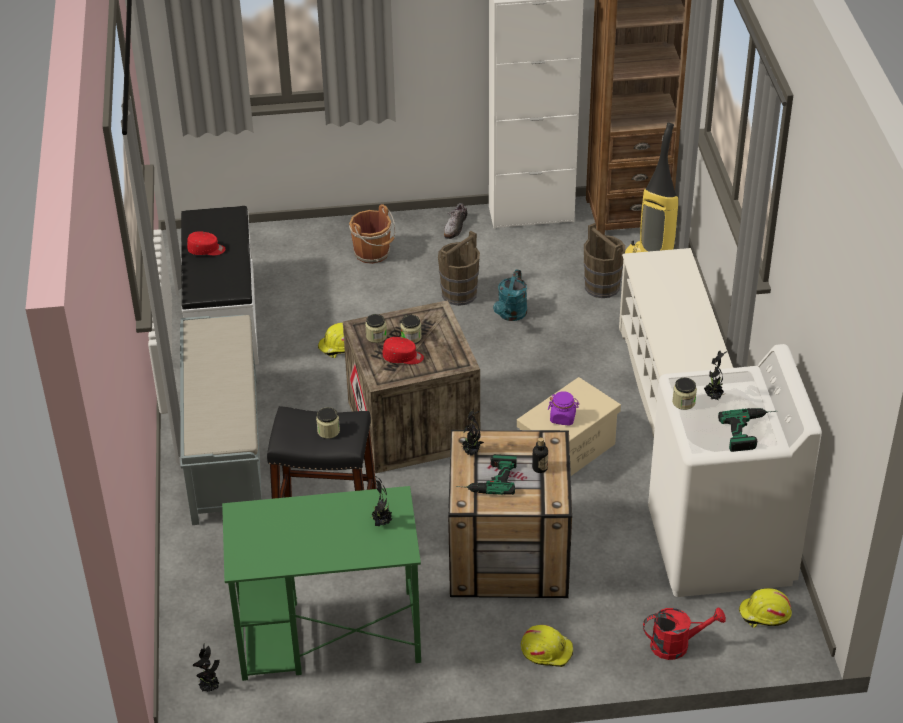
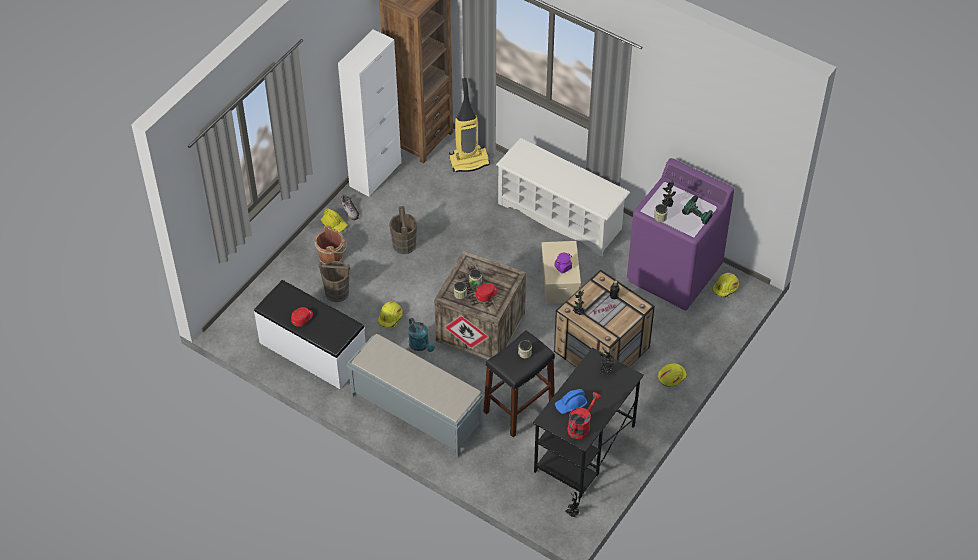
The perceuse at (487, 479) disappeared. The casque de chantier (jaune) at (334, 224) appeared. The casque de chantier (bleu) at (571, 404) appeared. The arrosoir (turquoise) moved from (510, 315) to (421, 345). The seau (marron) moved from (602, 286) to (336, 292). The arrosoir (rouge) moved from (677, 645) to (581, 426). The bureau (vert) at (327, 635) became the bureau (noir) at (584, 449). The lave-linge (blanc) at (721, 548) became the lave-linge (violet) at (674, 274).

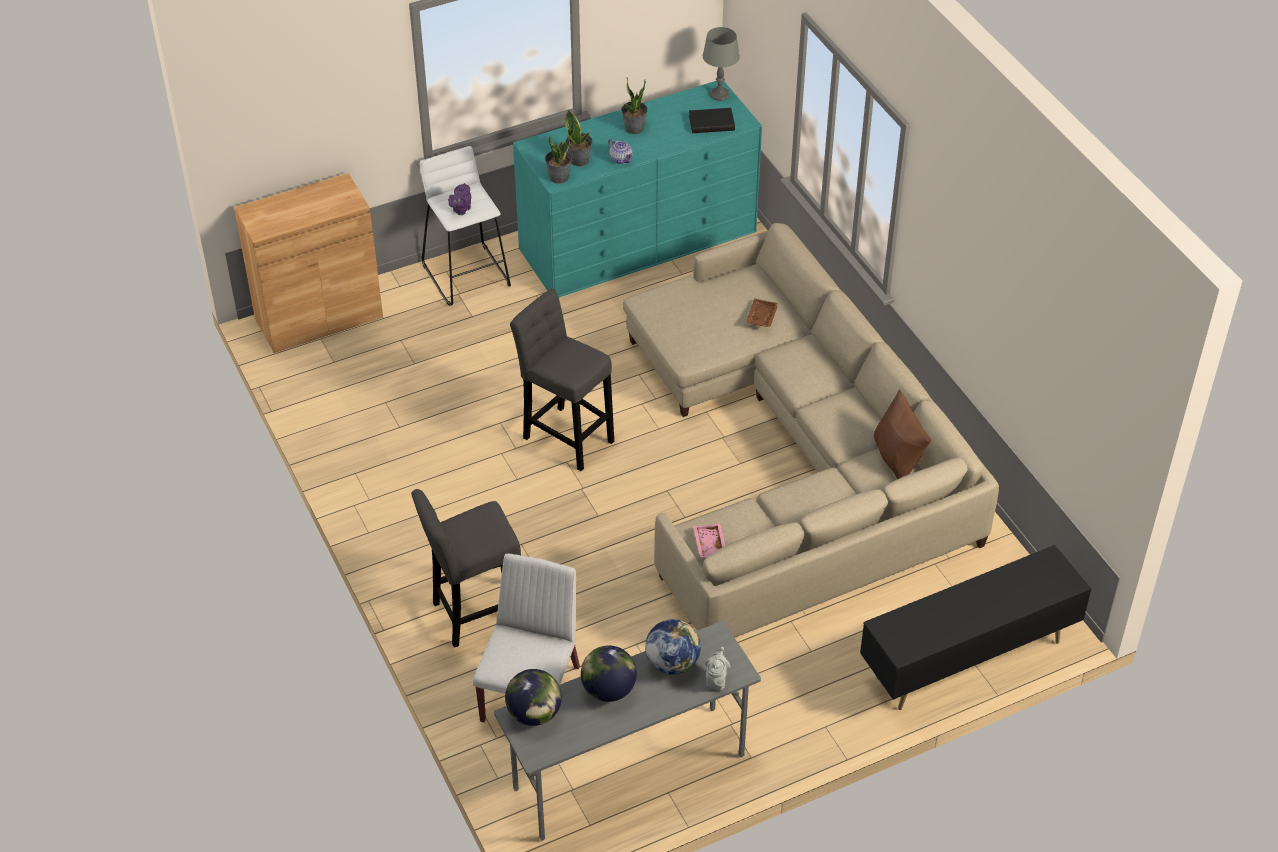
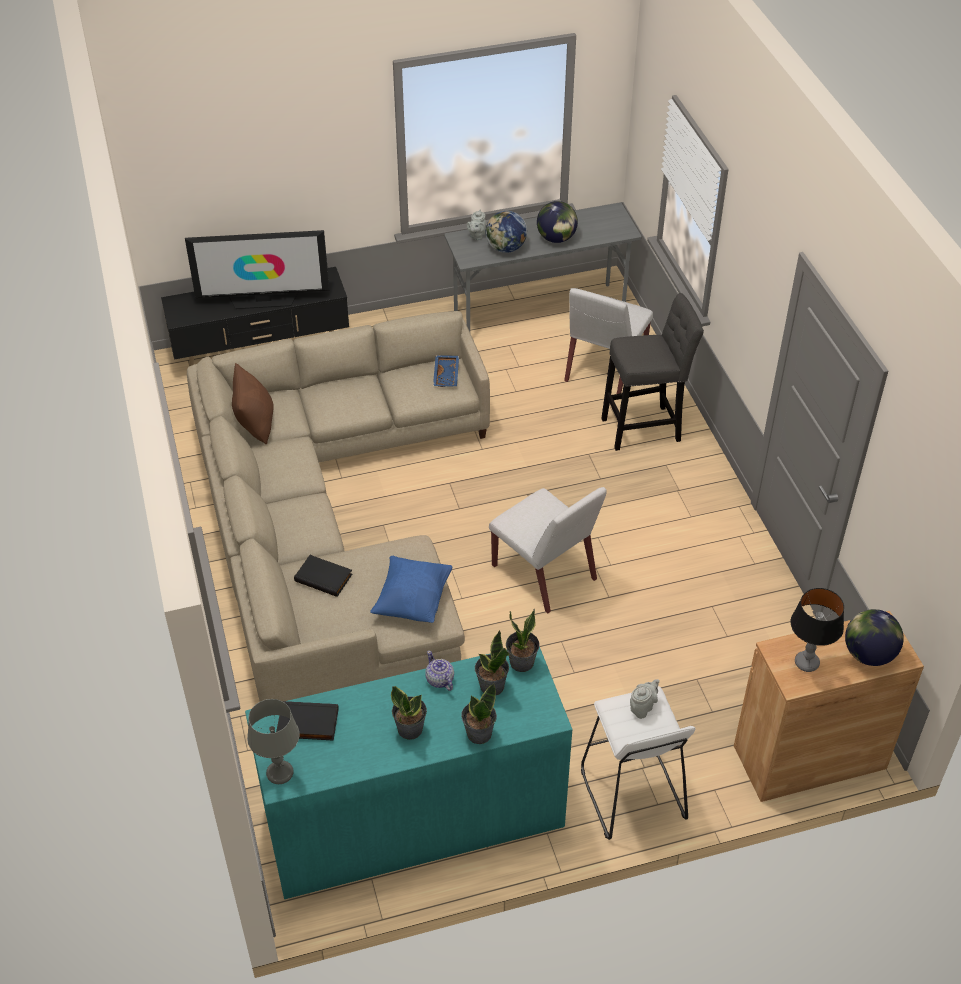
The téléviseur at (263, 300) appeared. The coussin (bleu) at (412, 600) appeared. The plante en pot at (478, 733) appeared. The lampe de table at (806, 663) appeared. The globe moved from (534, 714) to (868, 654). The tabouret (gris) at (565, 436) was replaced by the chaise (blanc) at (545, 573). The plateau (marron) at (760, 317) was replaced by the livre (noir) at (324, 577). The théière (violet) at (460, 210) became the théière (gris) at (642, 707). The plateau (rose) at (708, 545) became the plateau (bleu) at (447, 375).

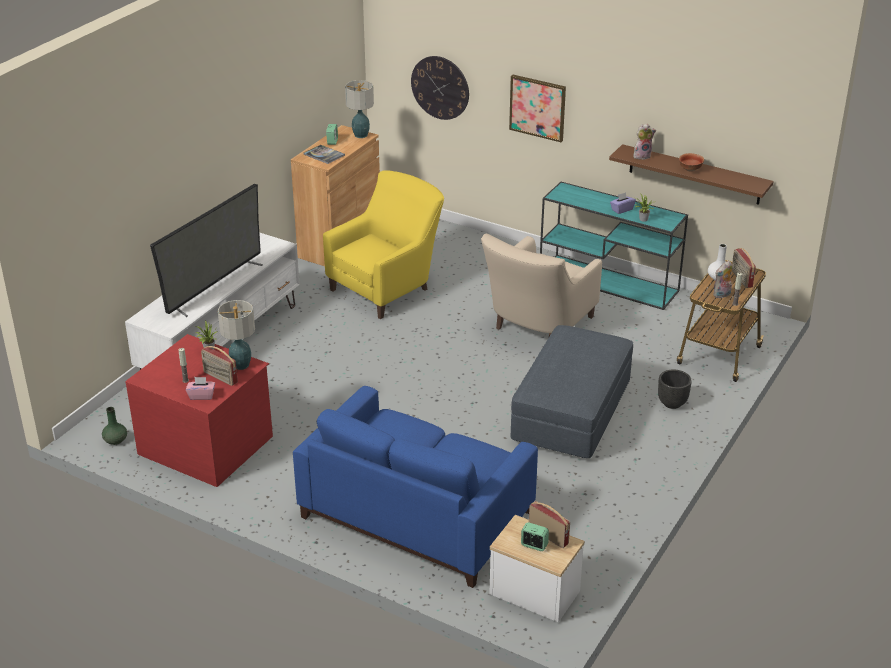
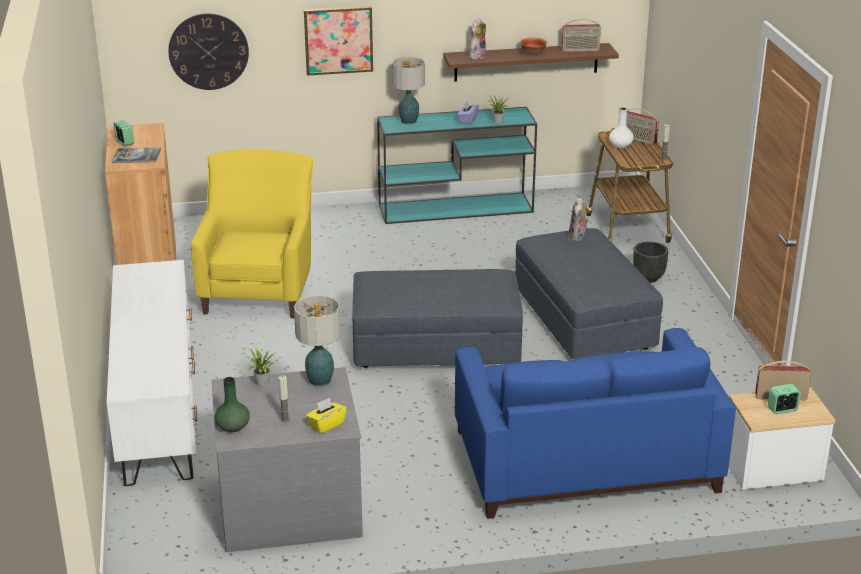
The téléviseur at (214, 286) disappeared. The fauteuil (beige) at (536, 326) disappeared. The pouf (gris) at (436, 346) appeared. The vase (vert) moved from (116, 440) to (233, 427). The radio moved from (220, 377) to (580, 50). The lampe de table moved from (360, 135) to (408, 121). The peluche moved from (722, 295) to (578, 237). The commode (rouge) at (207, 444) became the commode (gris) at (289, 504). The boîte à mouchoirs (rose) at (201, 395) became the boîte à mouchoirs (jaune) at (326, 425).

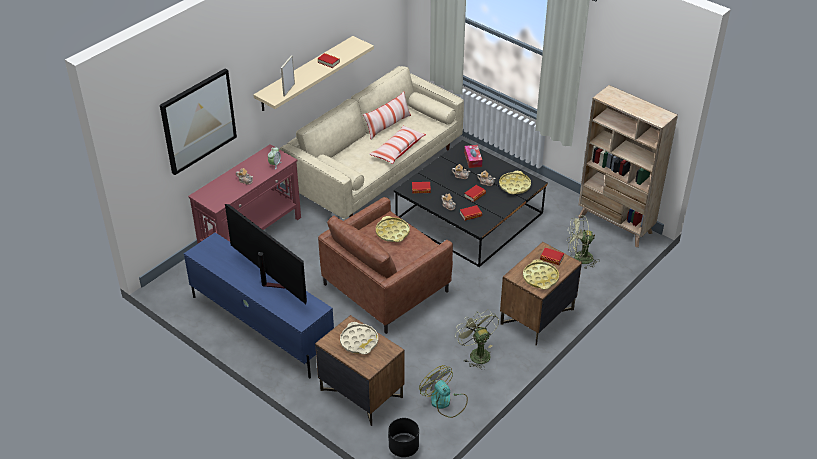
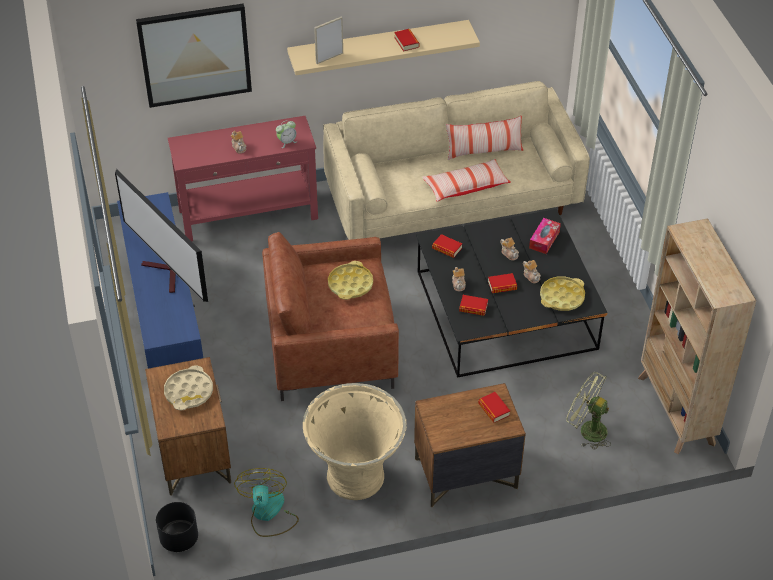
The plateau (jaune) at (540, 278) disappeared. The ventilateur (vert) at (476, 353) was replaced by the cache-pot (beige) at (355, 478). The téléviseur at (268, 280) turned 150 degrees clockwise.

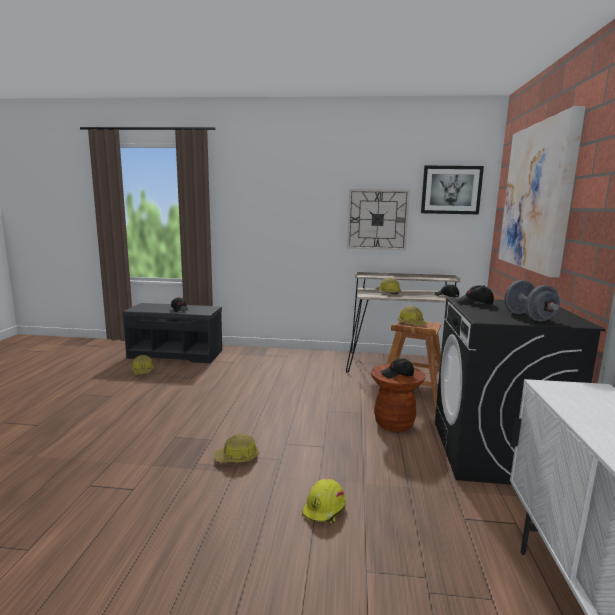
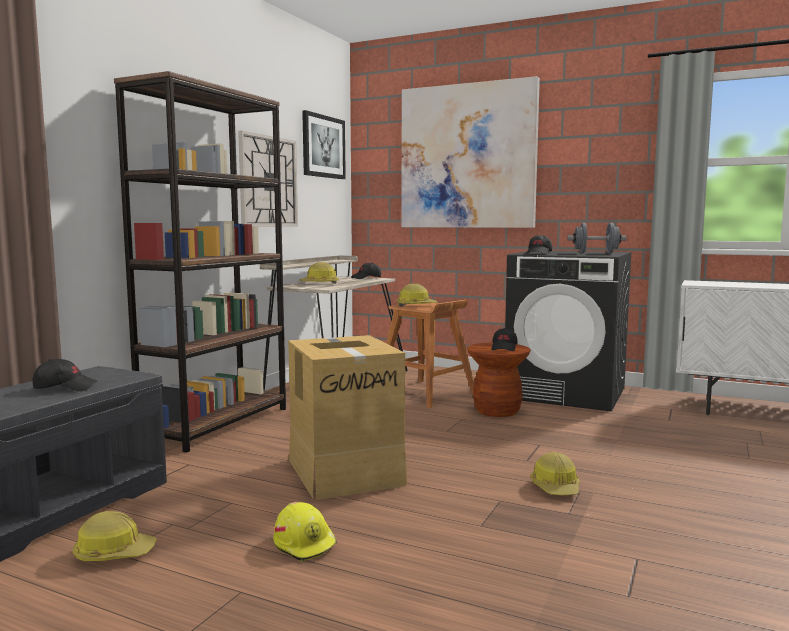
The bibliothèque (marron) at (217, 424) appeared. The carton at (346, 471) appeared. The casque de chantier (jaune) moved from (325, 509) to (305, 544).

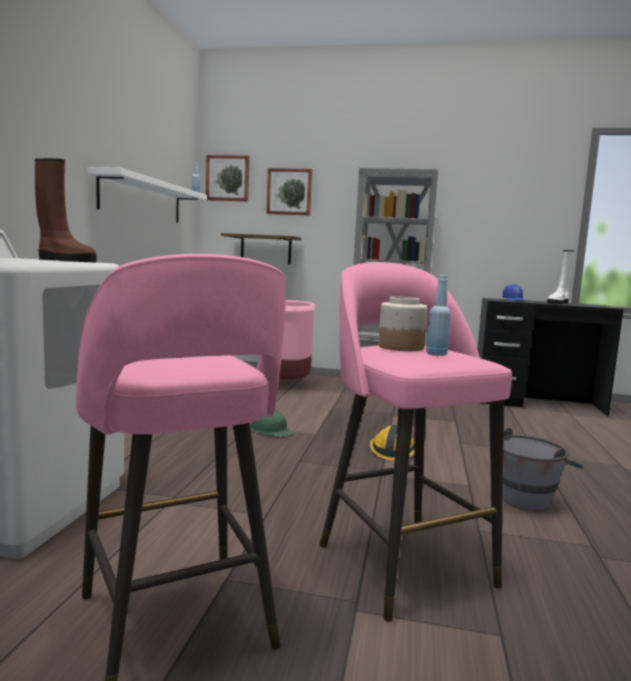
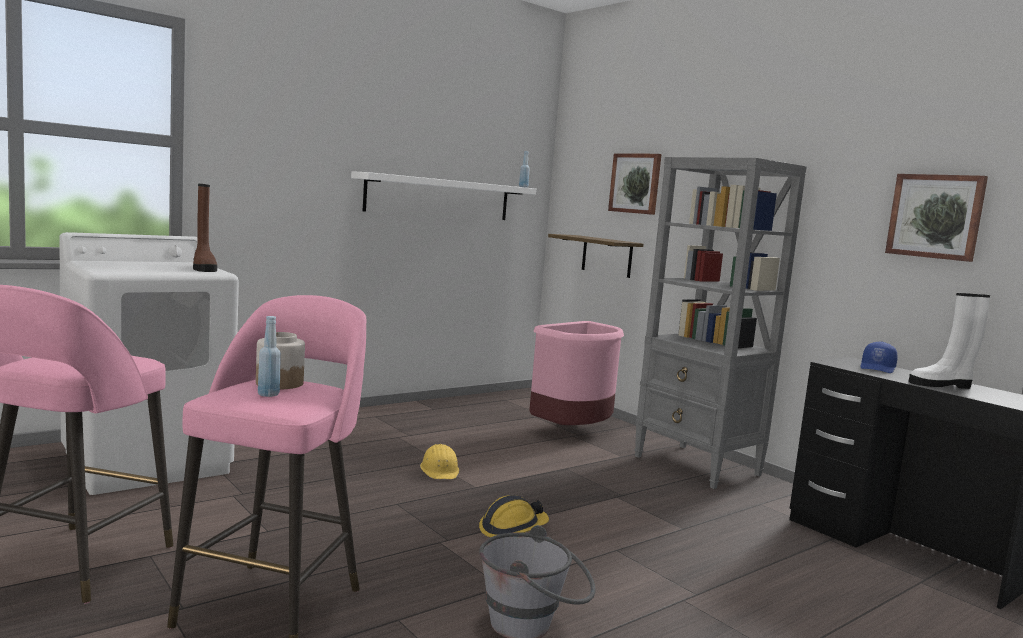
The tableau moved from (228, 178) to (935, 216). The casque de chantier (vert) at (270, 430) became the casque de chantier (jaune) at (440, 470).

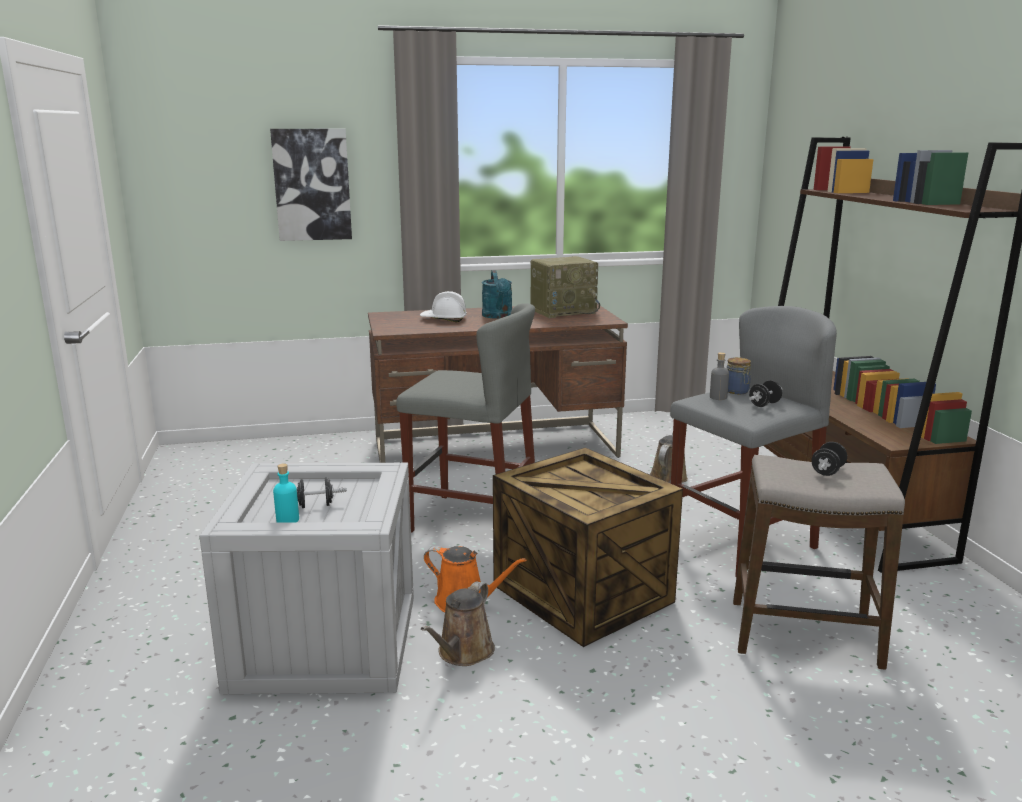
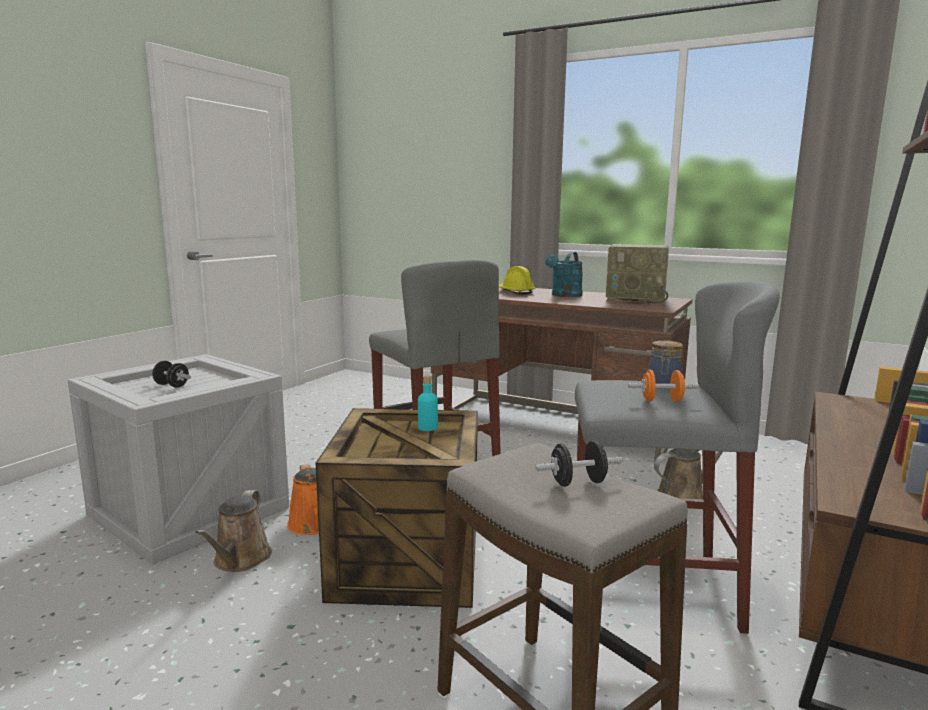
The tableau at (312, 185) disappeared. The bouteille (gris) at (718, 397) disappeared. The bouteille (turquoise) moved from (287, 520) to (427, 427). The casque de chantier (blanc) at (444, 319) became the casque de chantier (jaune) at (514, 292). The haltère (noir) at (764, 404) became the haltère (orange) at (661, 401). The arrosoir (marron) at (463, 653) turned 60 degrees counterclockwise.

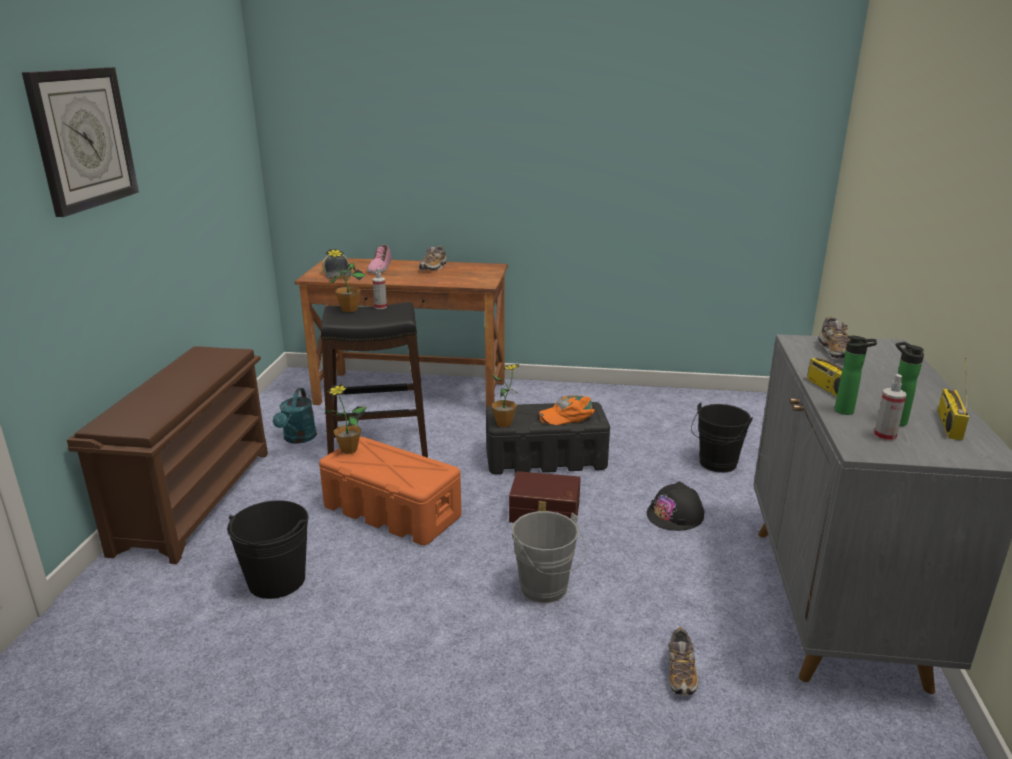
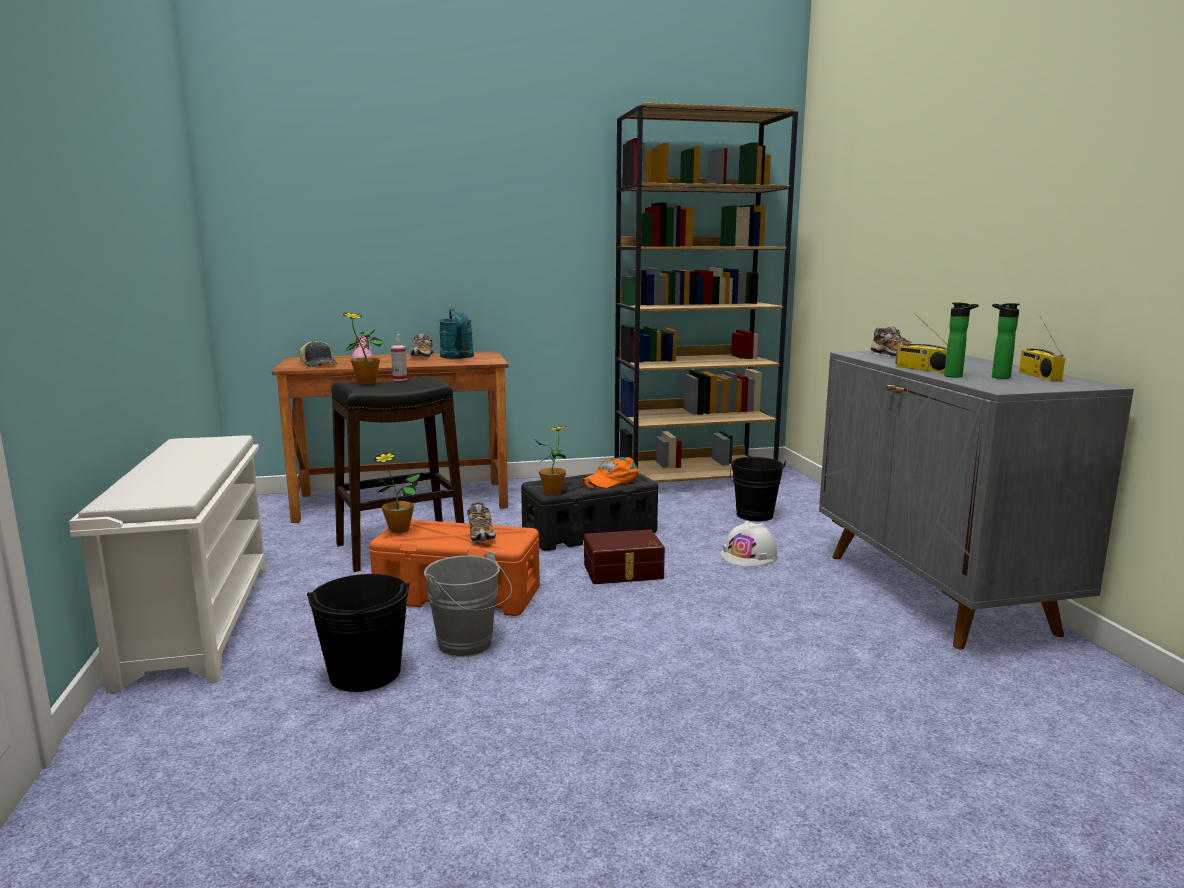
The horloge murale at (82, 139) disappeared. The vaporisateur at (884, 436) disappeared. The bibliothèque (marron) at (694, 480) appeared. The arrosoir (turquoise) moved from (298, 439) to (458, 357). The seau (gris) moved from (546, 591) to (469, 646). The chaussure moved from (681, 673) to (481, 535). The étagère à chaussures (marron) at (195, 499) became the étagère à chaussures (blanc) at (197, 620). The casque de chantier (noir) at (675, 515) became the casque de chantier (blanc) at (749, 555).

